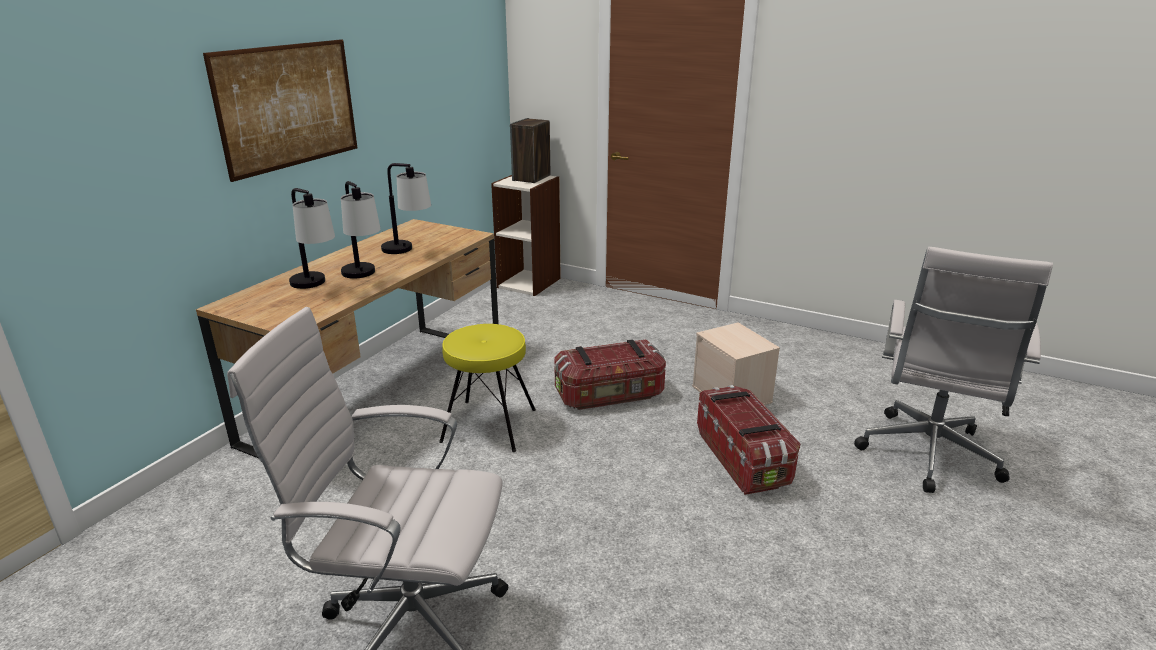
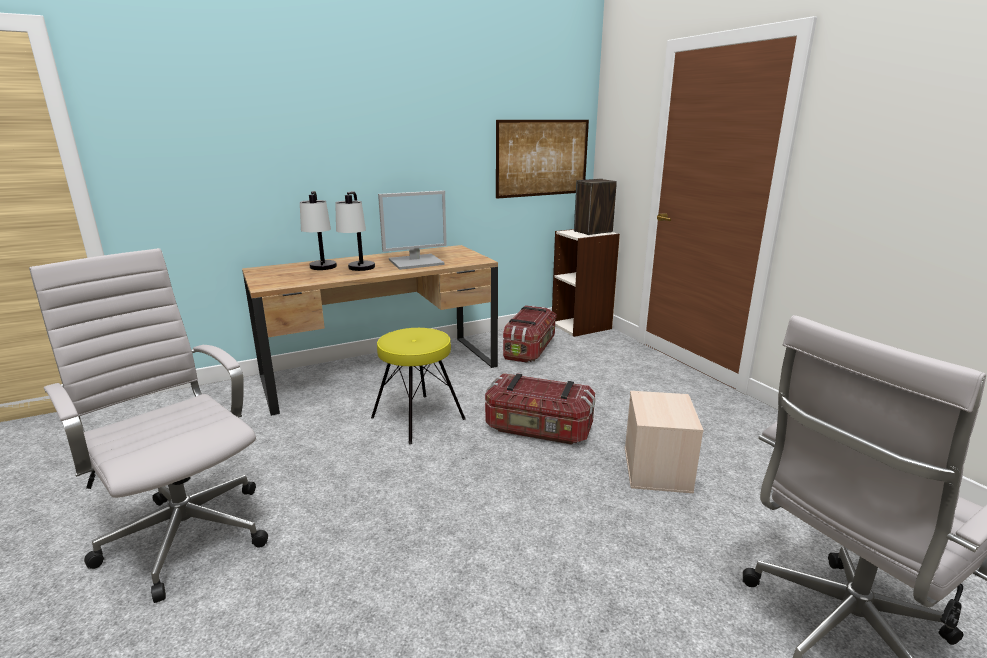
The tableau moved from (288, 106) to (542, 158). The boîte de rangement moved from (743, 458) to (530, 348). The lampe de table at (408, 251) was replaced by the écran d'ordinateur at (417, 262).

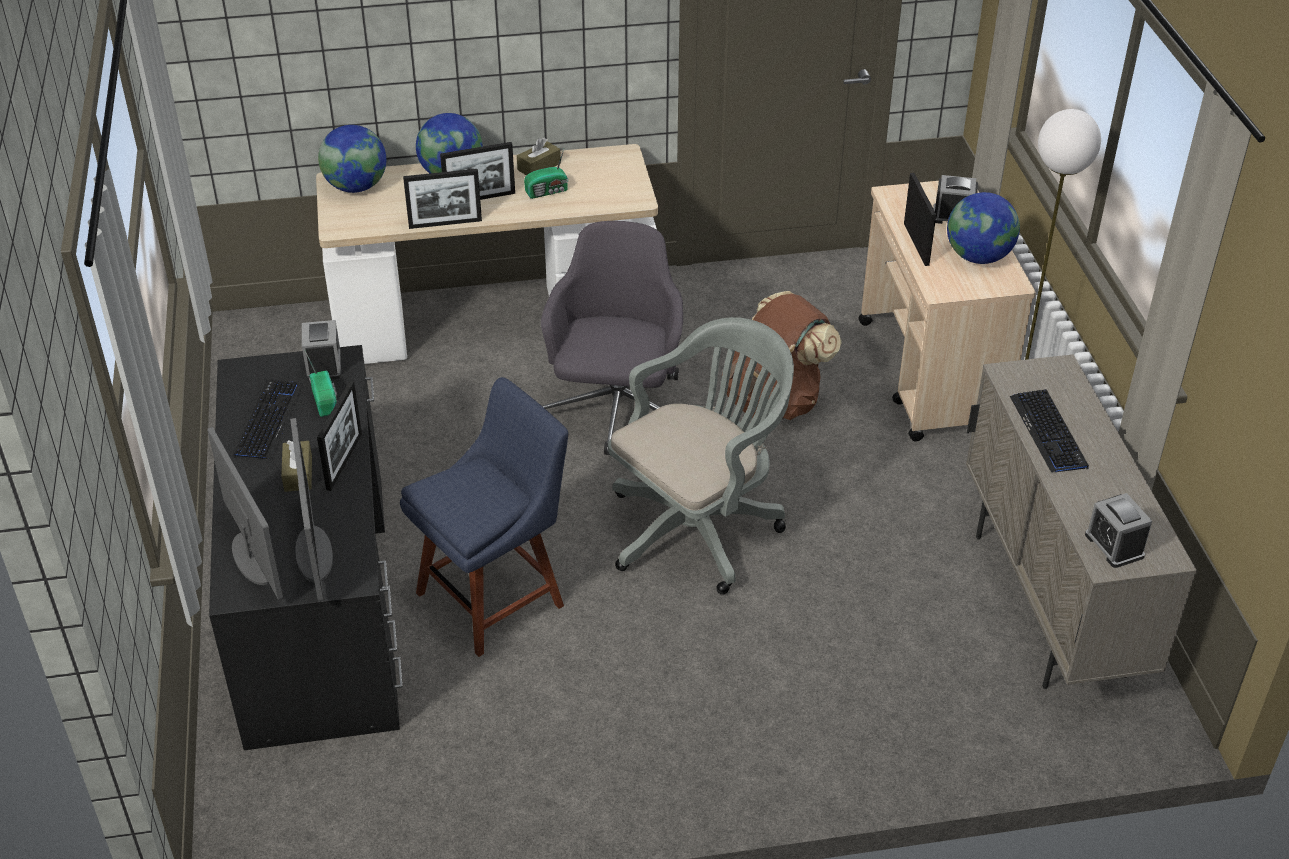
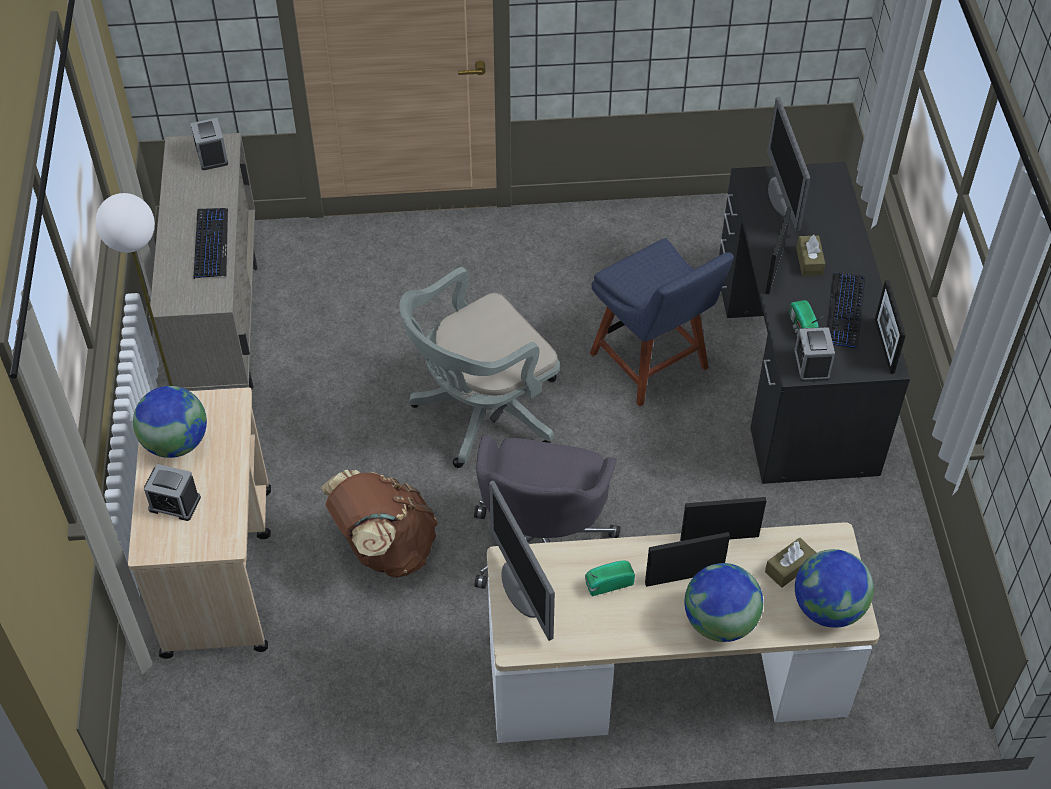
The écran d'ordinateur moved from (253, 558) to (522, 590). The boîte à mouchoirs (marron) moved from (539, 166) to (789, 567). The cadre photo moved from (916, 244) to (884, 346). The chaise (bleu) at (496, 595) turned 90 degrees counterclockwise.

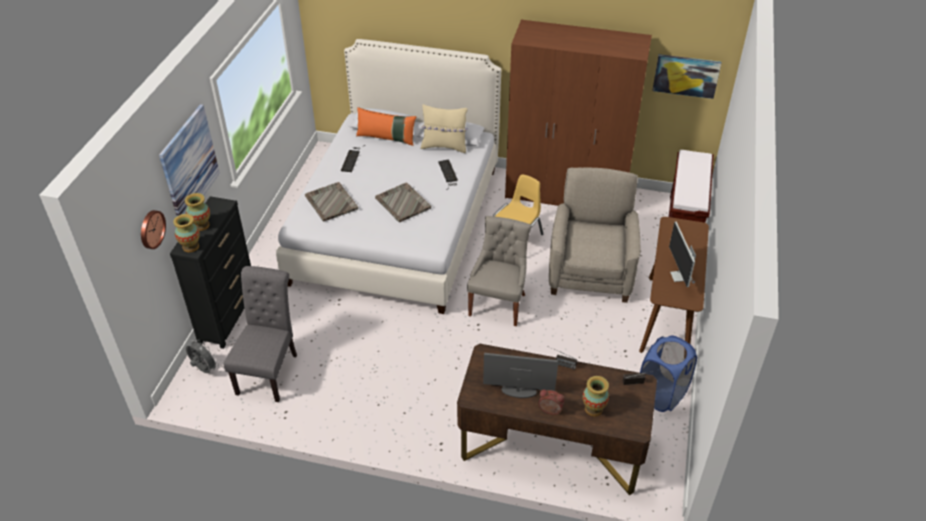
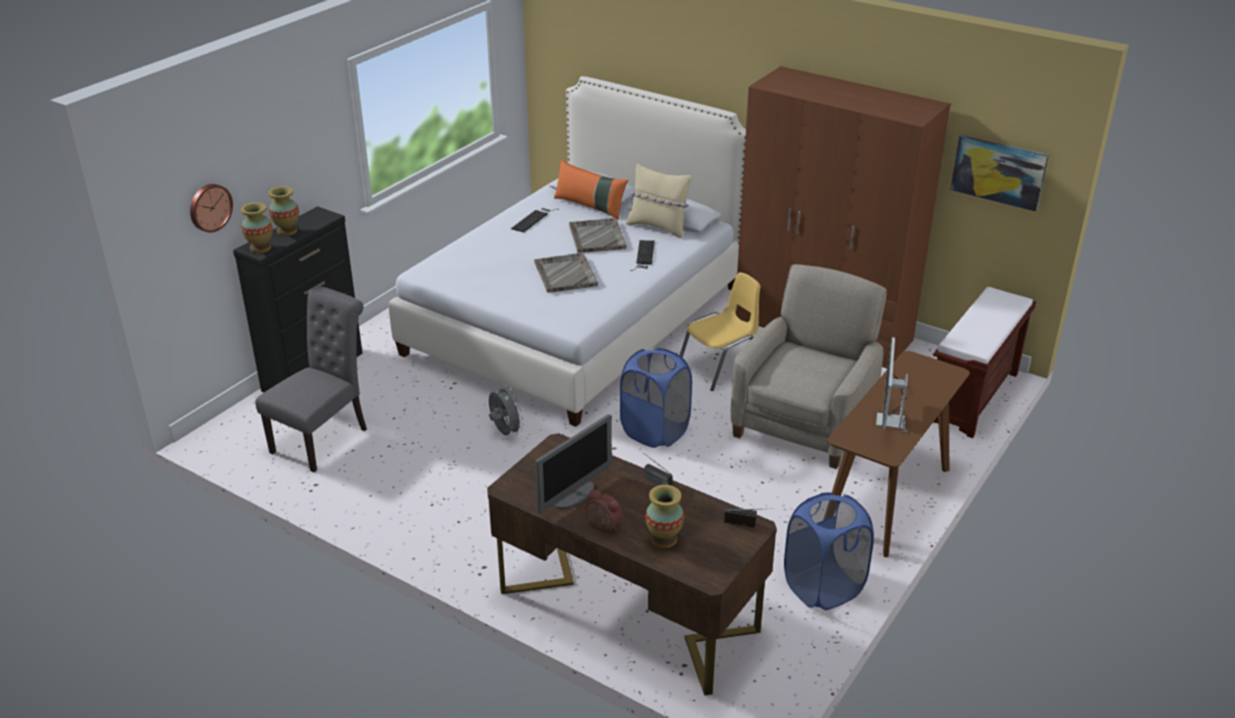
The tableau at (189, 164) disappeared. The ventilateur (gris) moved from (204, 369) to (505, 432). The plateau (gris) moved from (331, 202) to (597, 237). The chaise (gris) at (498, 304) was replaced by the panier à linge (bleu) at (655, 431). The écran d'ordinateur at (518, 391) turned 105 degrees clockwise.

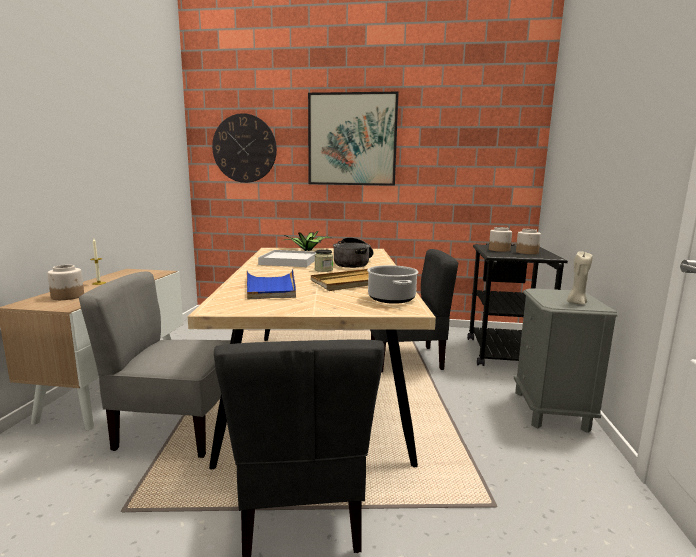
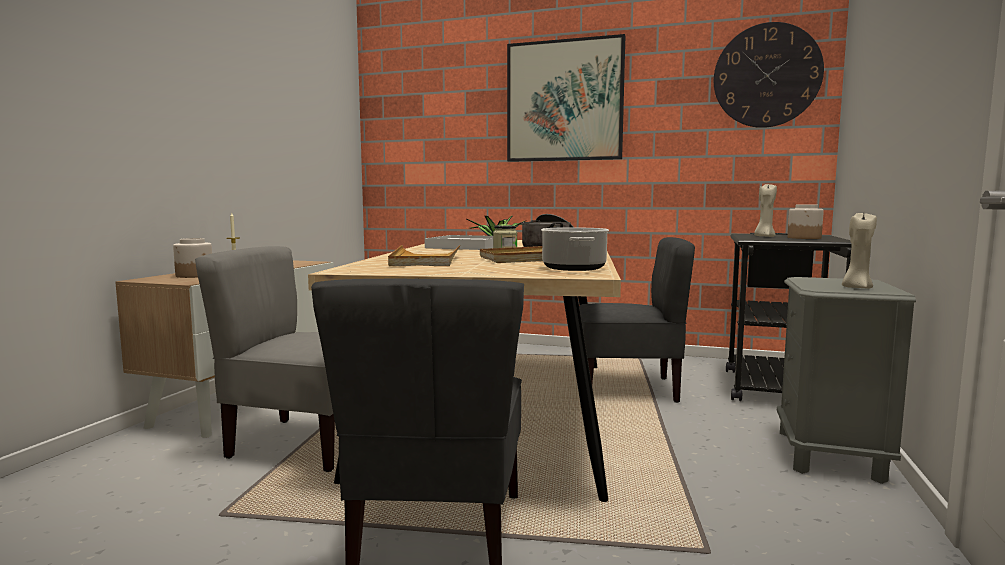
The horloge murale moved from (244, 148) to (767, 75). The bocal at (499, 250) was replaced by the bougie (beige) at (764, 236). The plateau (bleu) at (270, 287) became the plateau (beige) at (425, 260).

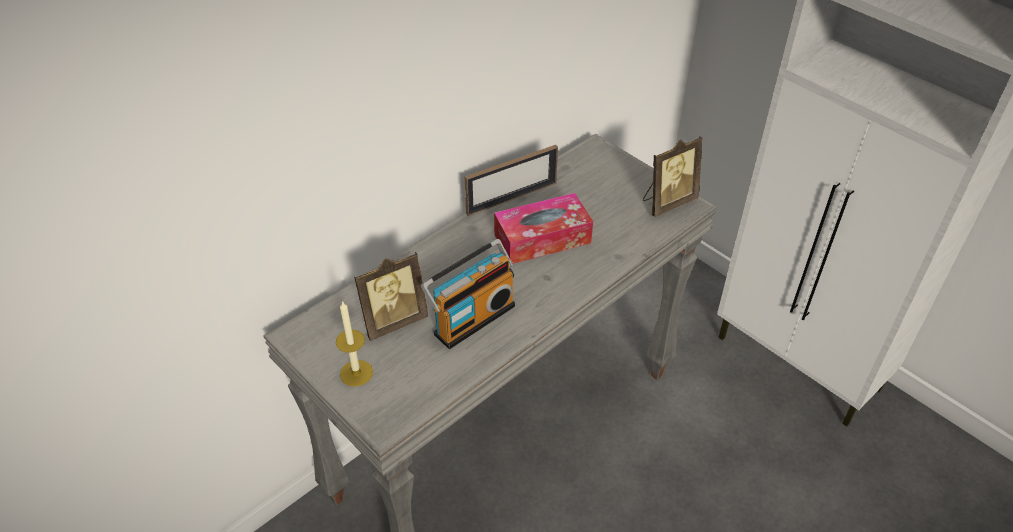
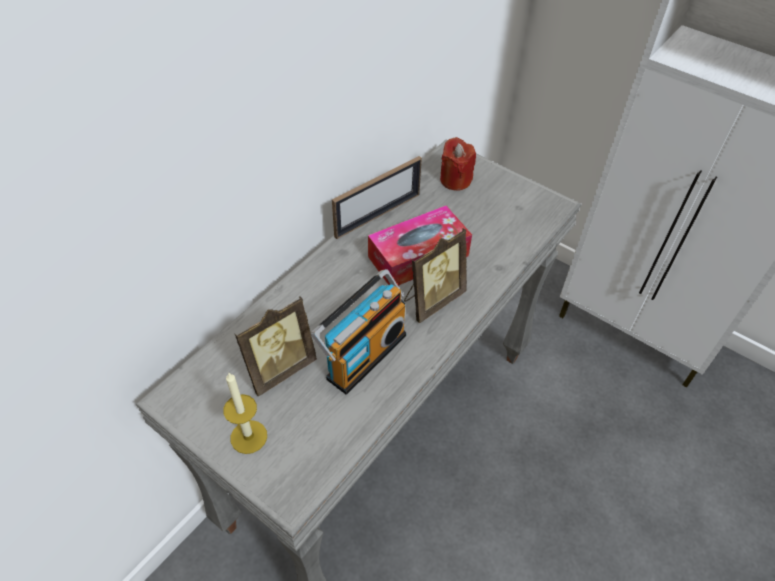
The bougie (rouge) at (455, 180) appeared. The cadre photo moved from (667, 202) to (432, 300).

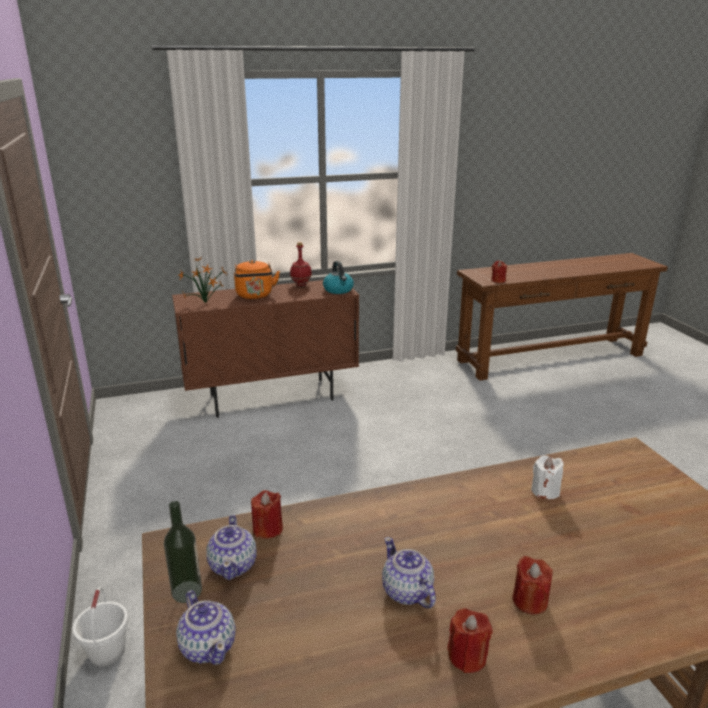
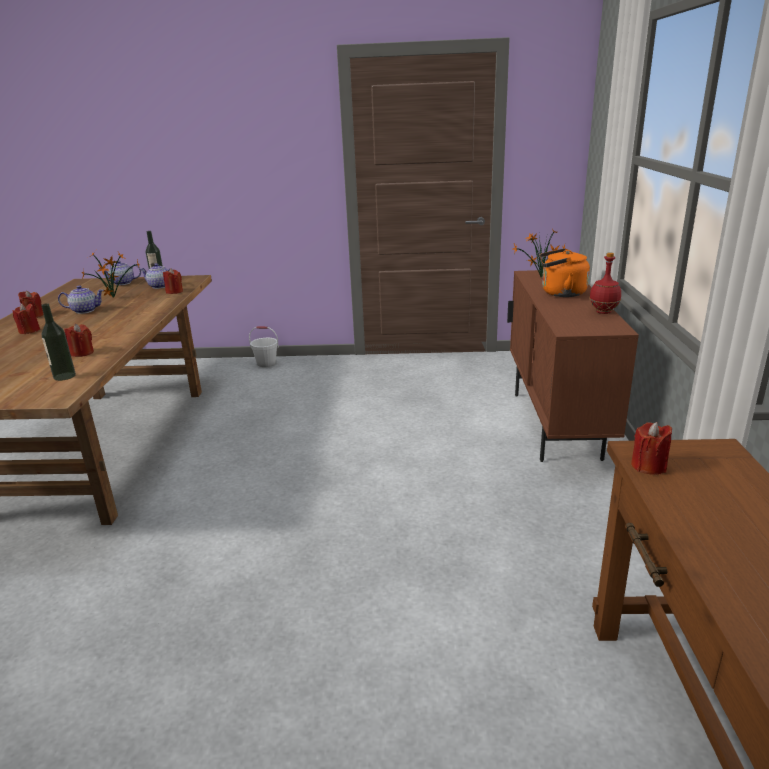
The bouilloire at (338, 290) disappeared. The bouteille at (64, 376) appeared. The plante en pot at (114, 298) appeared. The bougie (blanc) at (545, 491) became the bougie (rouge) at (82, 353).

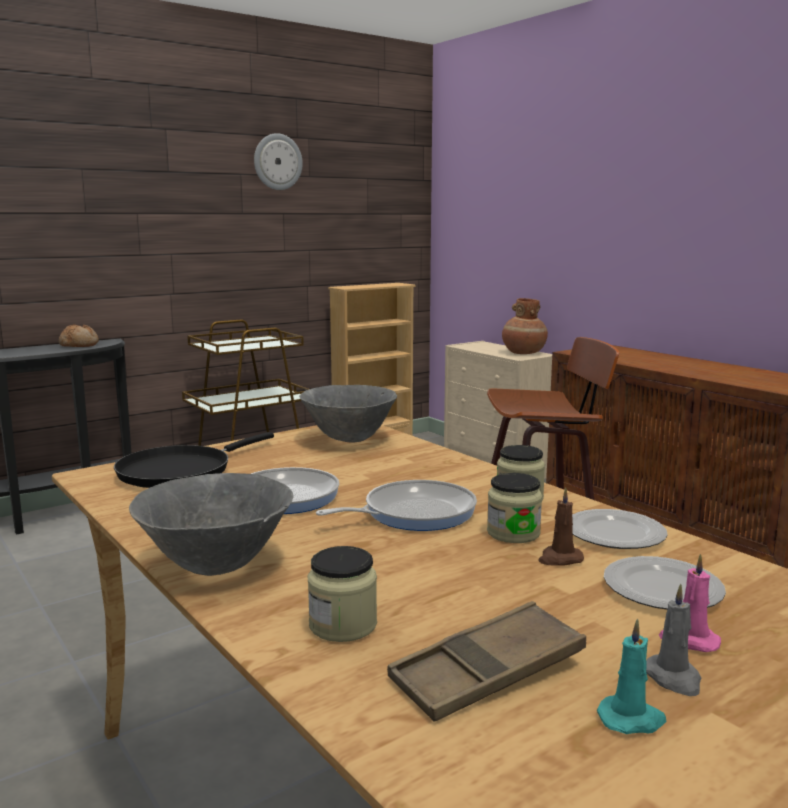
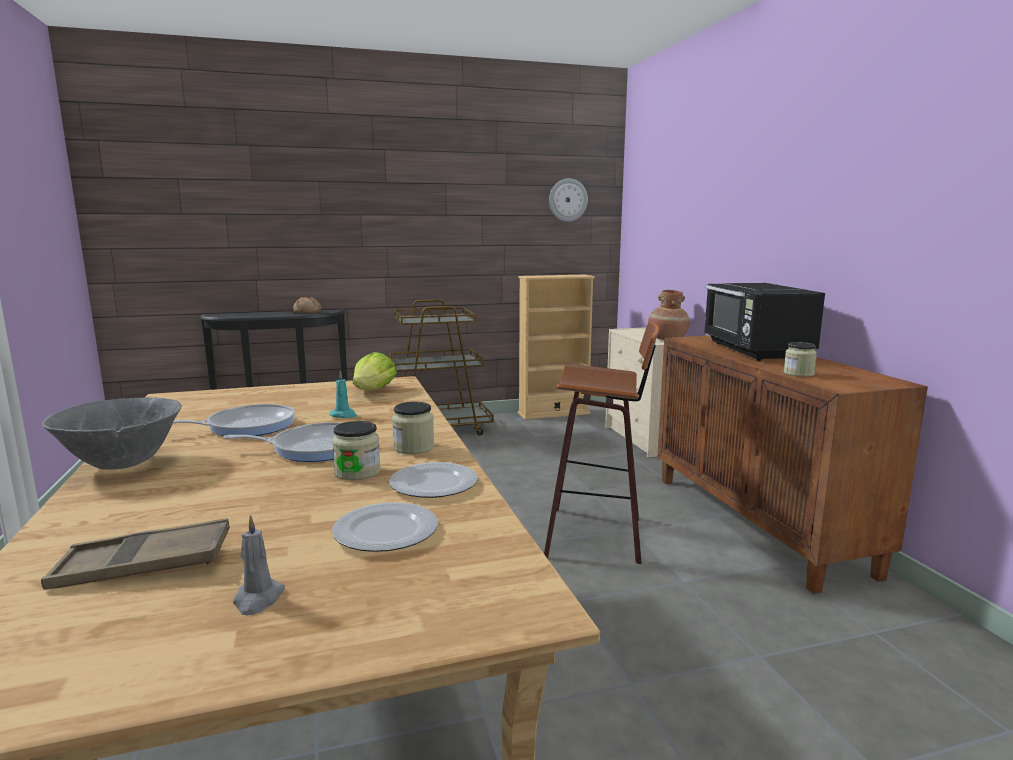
The poêle (noir) at (180, 471) disappeared. The bougie (marron) at (559, 559) disappeared. The bougie (rose) at (689, 640) disappeared. The micro-ondes (noir) at (755, 351) appeared. The horloge murale moved from (277, 162) to (567, 200). The bocal moved from (343, 625) to (798, 374). The bougie (turquoise) moved from (632, 719) to (344, 415). The bol (gris) at (349, 439) was replaced by the laitue at (373, 391).

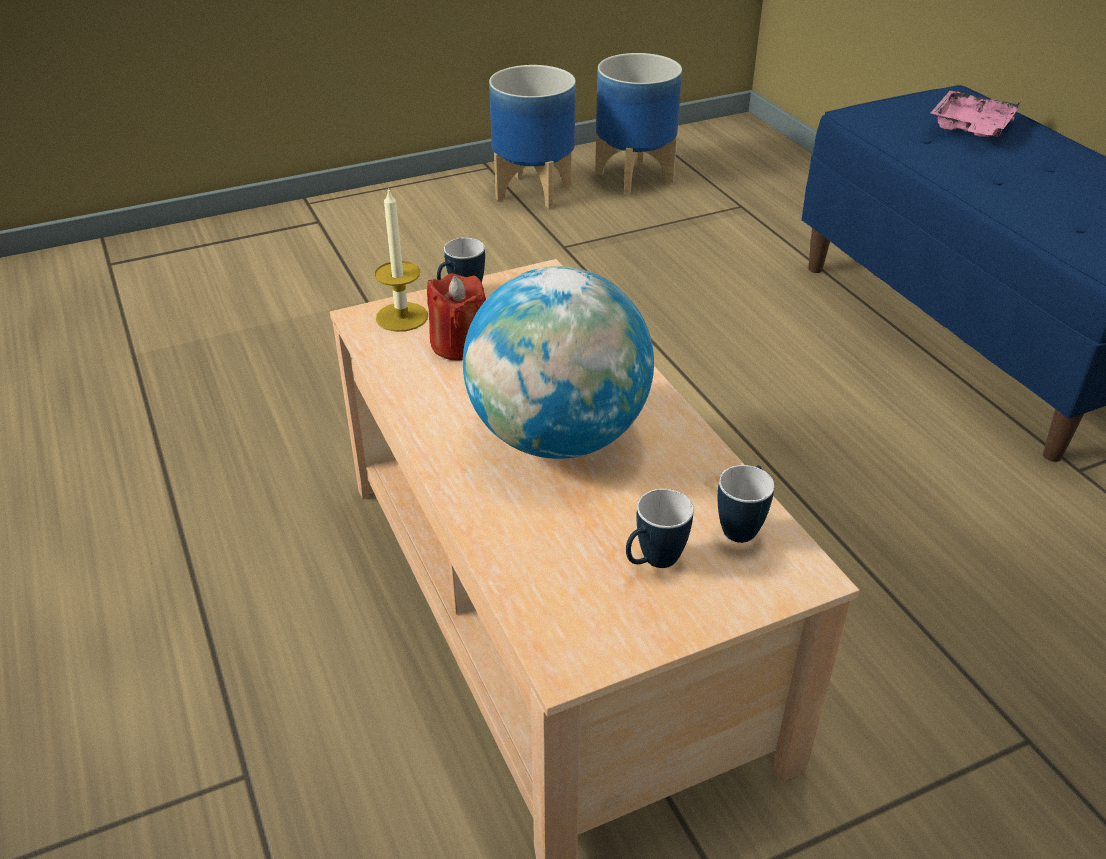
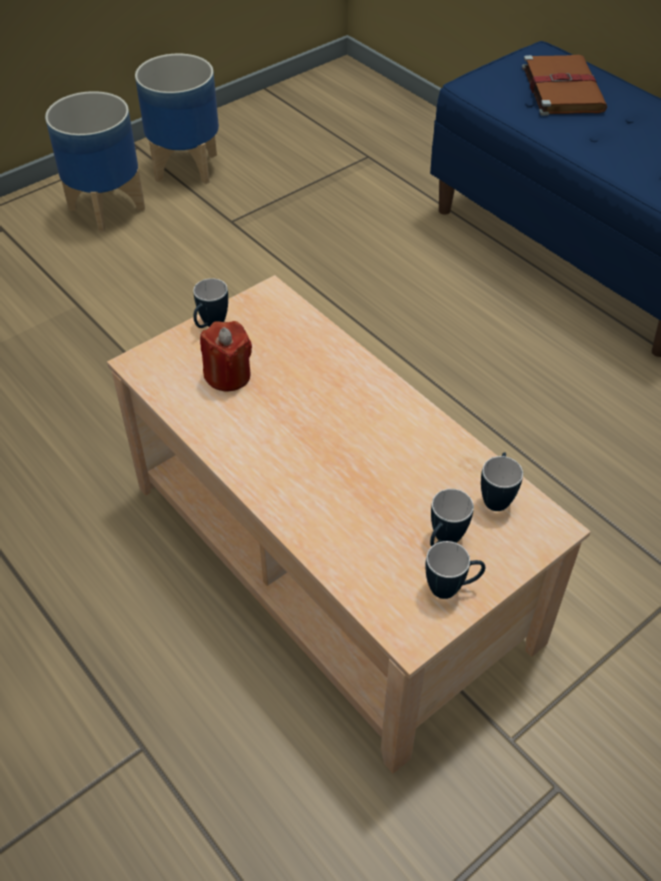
The bougie at (402, 317) disappeared. The globe at (558, 437) disappeared. The mug at (451, 588) appeared. The cache-pot moved from (635, 177) to (107, 208). The plateau (rose) at (970, 129) was replaced by the livre (marron) at (561, 88).

